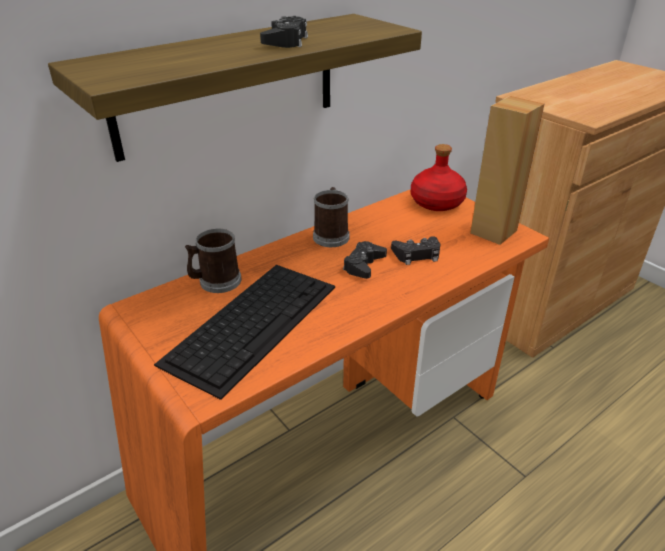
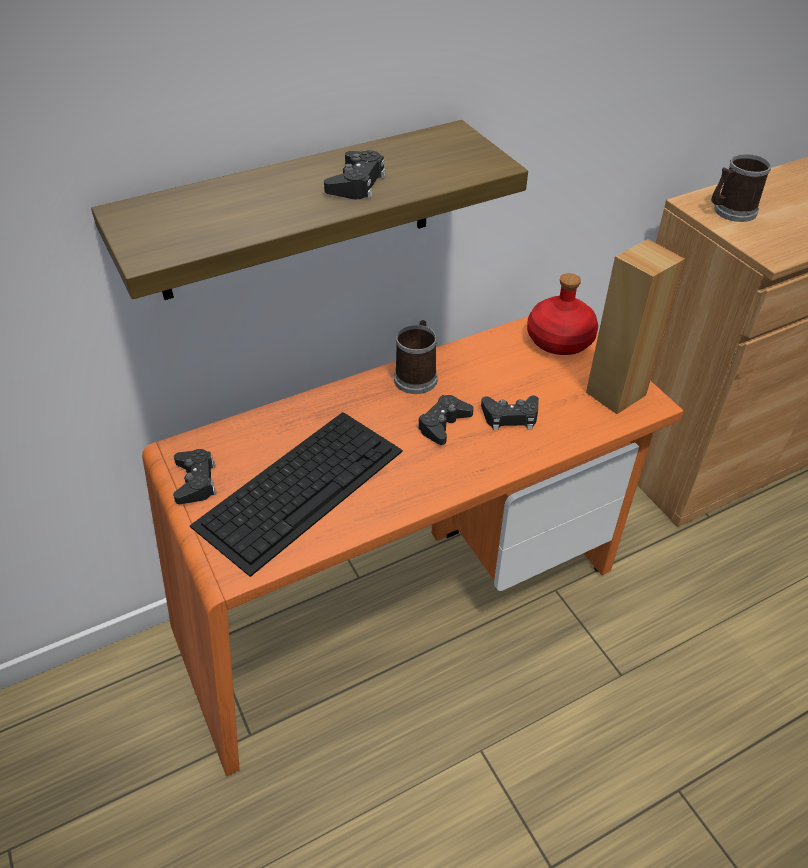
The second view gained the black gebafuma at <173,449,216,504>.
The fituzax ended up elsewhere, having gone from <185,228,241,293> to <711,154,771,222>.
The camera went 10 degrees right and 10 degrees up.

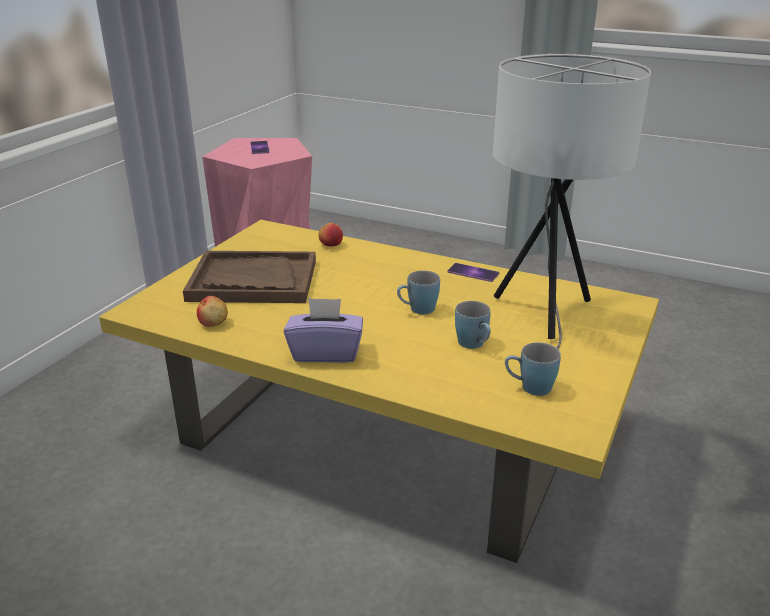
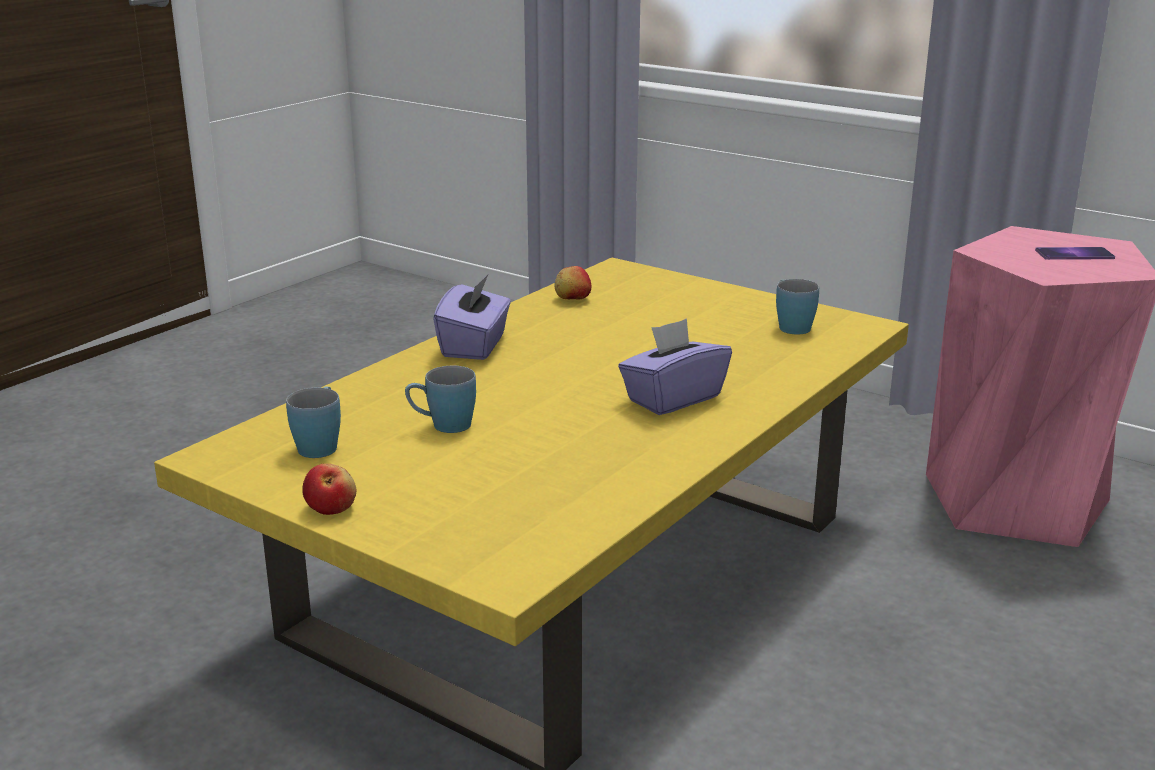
The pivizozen ended up elsewhere, having gone from <318,222,343,247> to <302,463,357,515>.
The second view gained the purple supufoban at <618,318,732,415>.
The blue fituzax ended up elsewhere, having gone from <397,270,440,314> to <776,279,819,335>.
The second view lost the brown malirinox at <183,251,316,303>.
The second view lost the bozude at <447,263,499,282>.
The second view lost the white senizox at <493,54,651,349>.
The camera went 100 degrees right and 5 degrees down.

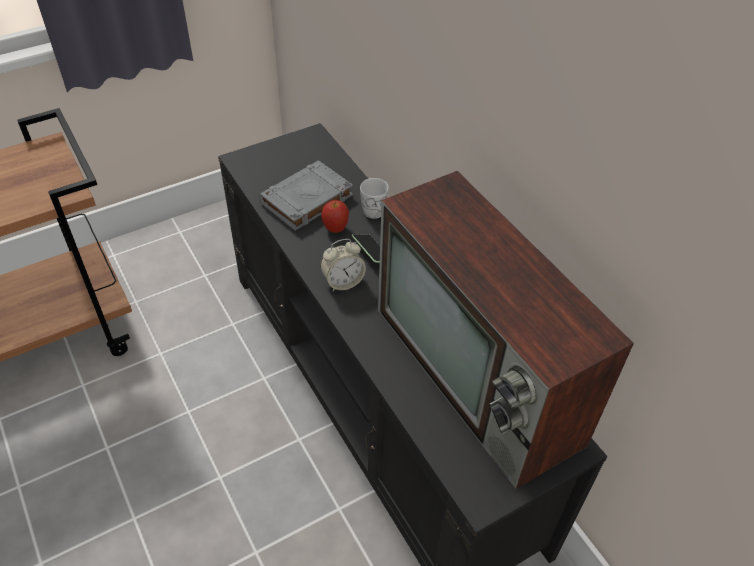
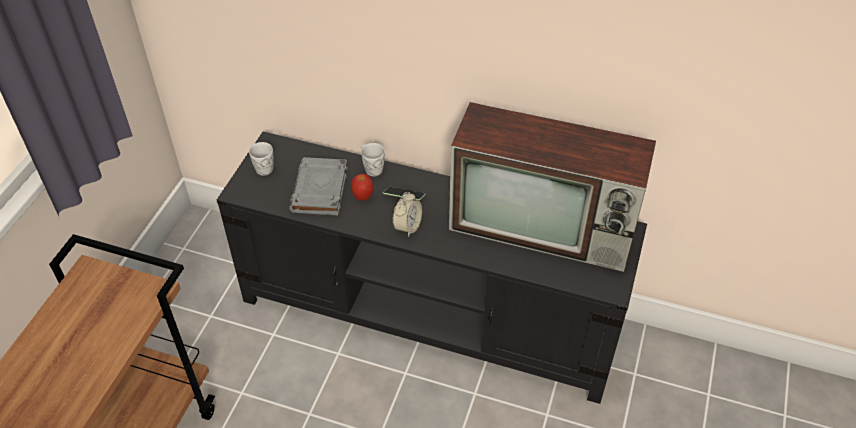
The second view gained the white fituzax at <249,142,274,176>.
The camera went 40 degrees left and 0 degrees up.

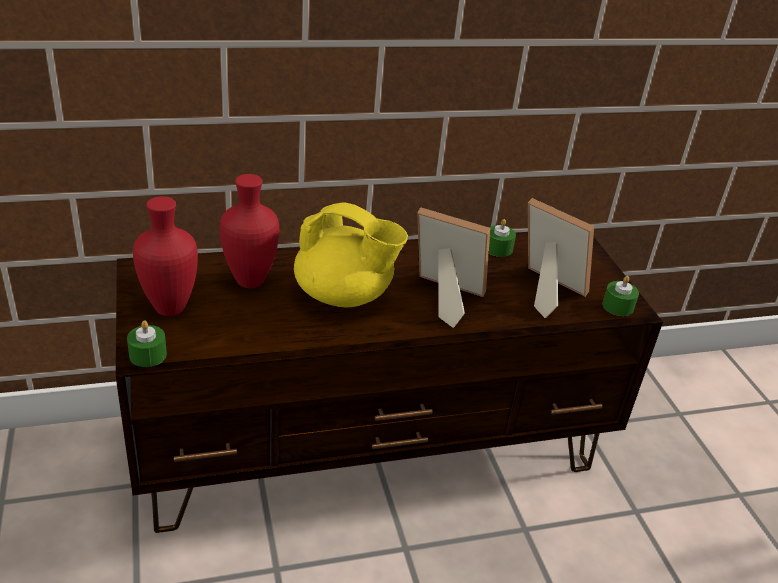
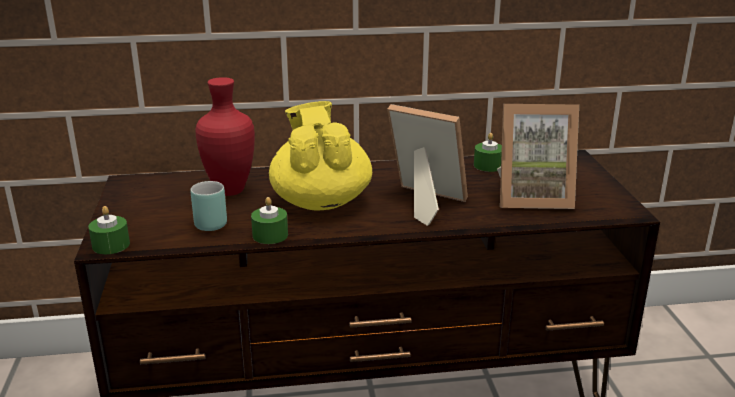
The second view gained the turquoise fituzax at <191,181,227,231>.
The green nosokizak ended up elsewhere, having gone from <602,276,639,316> to <251,197,288,244>.
The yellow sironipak at <294,203,408,307> ended up facing another way, 135 degrees counterclockwise from before.
The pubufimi at <528,198,594,318> ended up facing another way, 135 degrees clockwise from before.
The second view lost the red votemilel at <133,196,198,316>.
The camera went 10 degrees right and 10 degrees down.

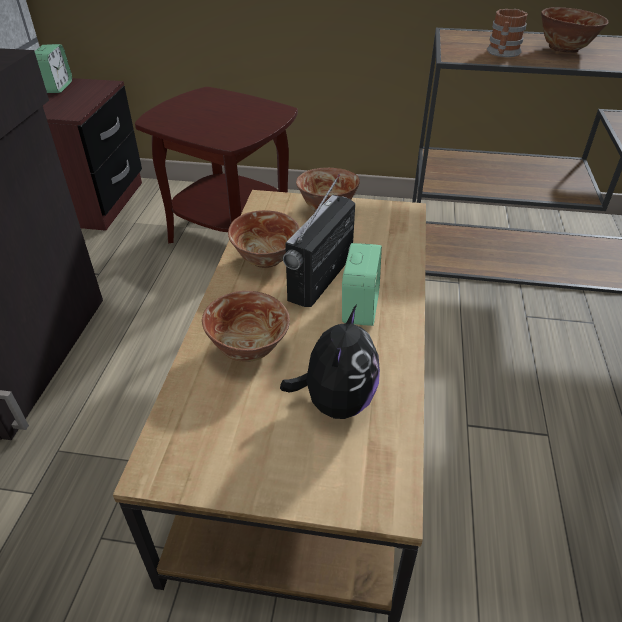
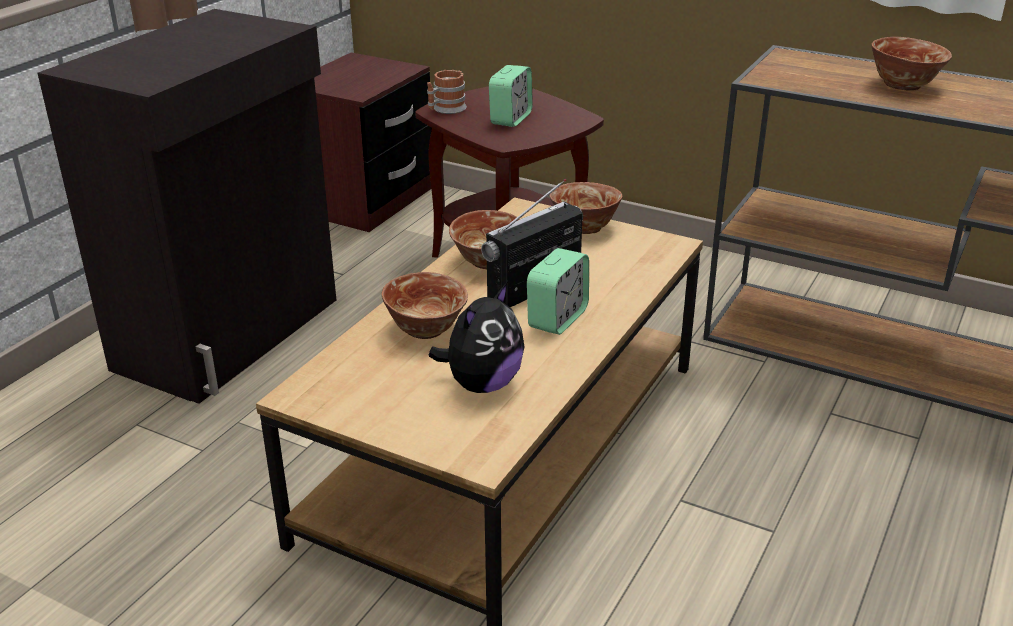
The fituzax ended up elsewhere, having gone from <487,9,528,57> to <427,70,467,114>.
The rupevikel ended up elsewhere, having gone from <34,44,72,93> to <489,65,533,127>.
The camera went 20 degrees right and 10 degrees down.

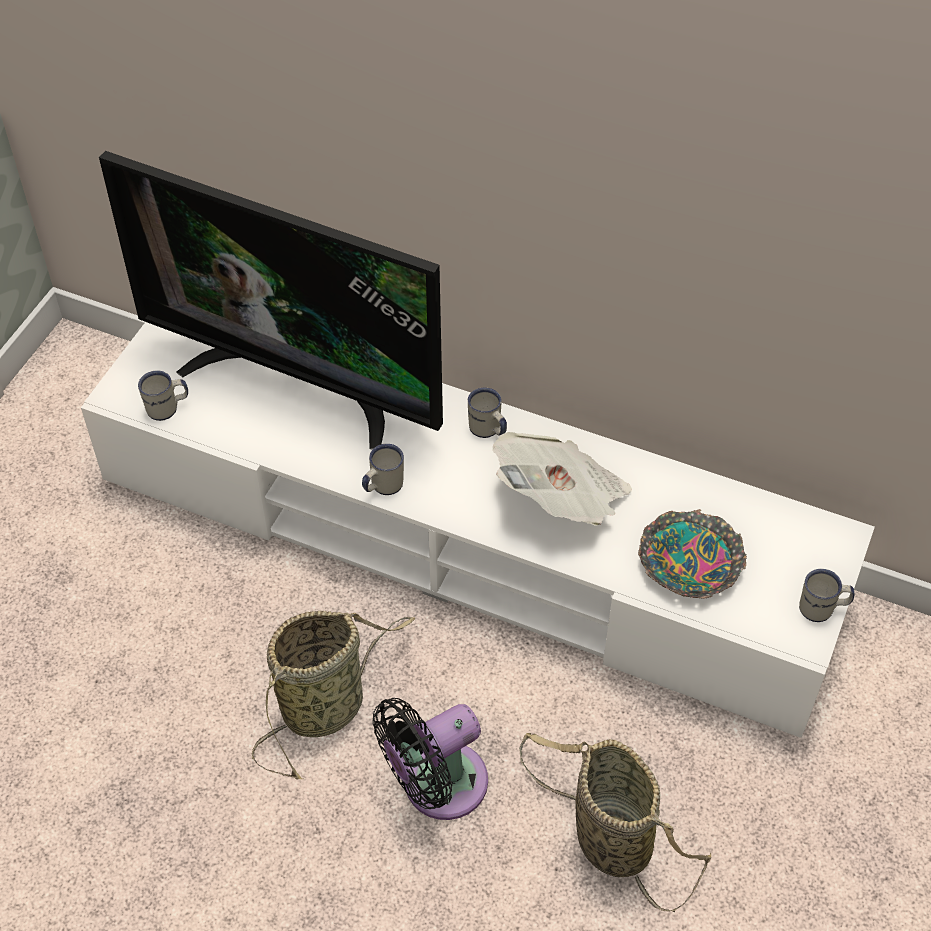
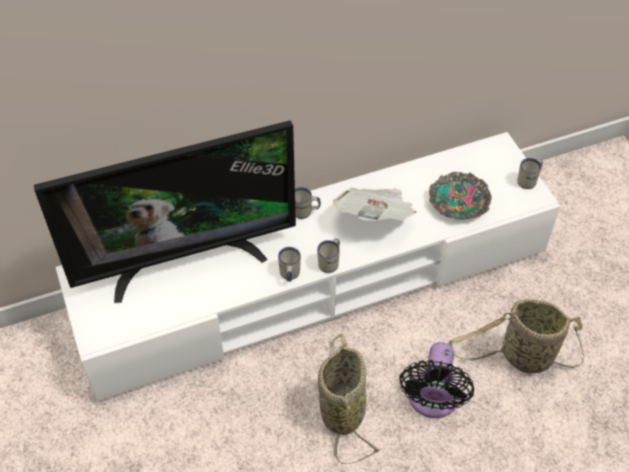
The white fituzax ended up elsewhere, having gone from <138,371,188,421> to <317,238,340,273>.
The camera went 45 degrees left and 0 degrees up.

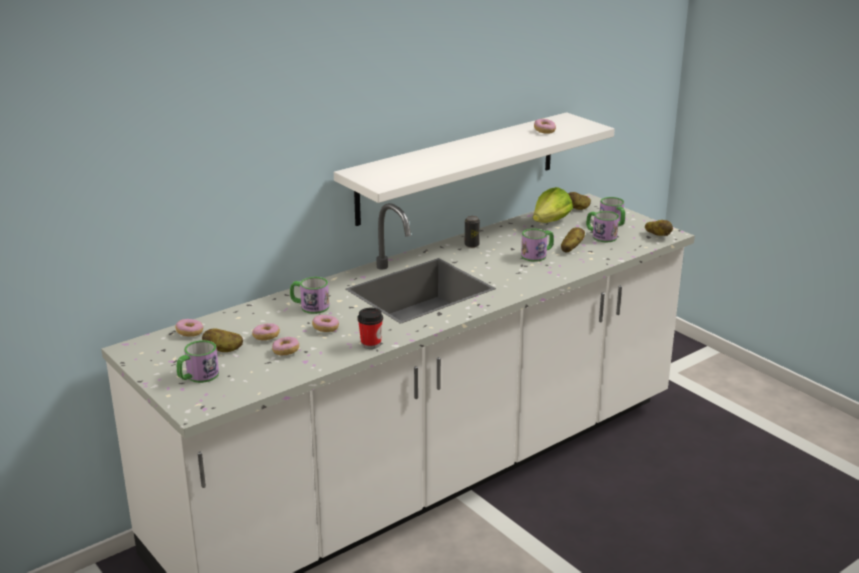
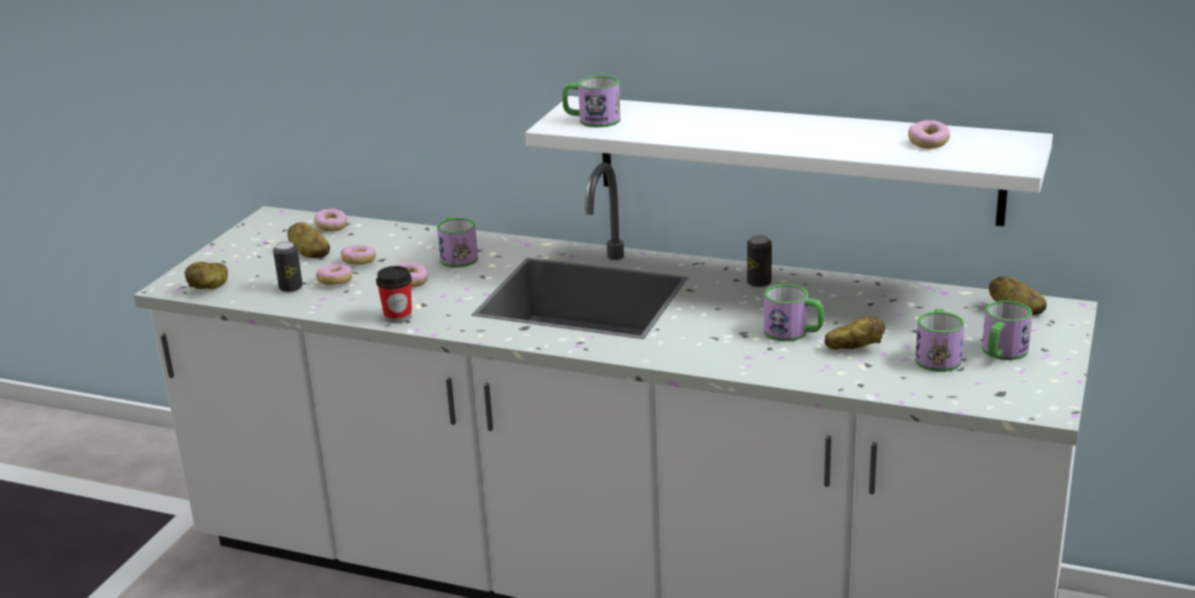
The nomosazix ended up elsewhere, having gone from <645,220,673,236> to <185,262,228,289>.
The second view gained the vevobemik at <273,242,303,292>.
The fituzax ended up elsewhere, having gone from <177,340,219,383> to <562,76,620,128>.
The second view lost the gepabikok at <533,187,573,223>.
The camera went 60 degrees right and 0 degrees up.

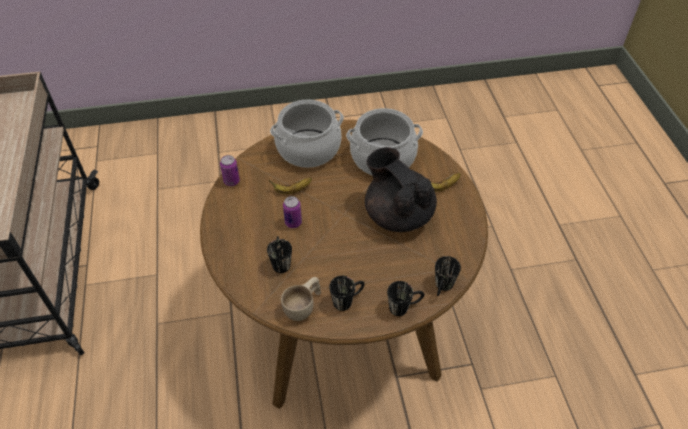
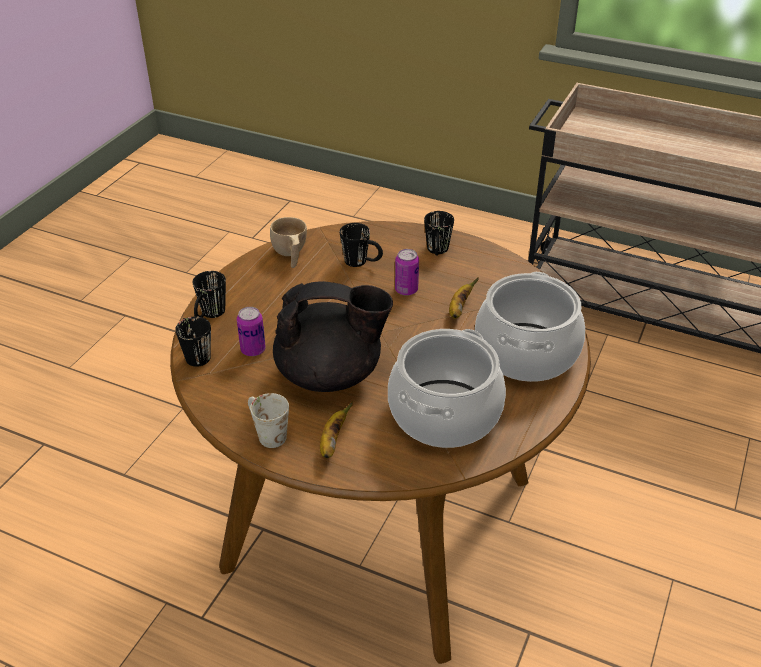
The vevobemik ended up elsewhere, having gone from <220,155,240,186> to <237,307,266,356>.
The second view gained the white fituzax at <248,393,289,448>.
The black fituzax ended up elsewhere, having gone from <329,276,365,311> to <424,211,454,256>.
The camera went 125 degrees right and 10 degrees down.

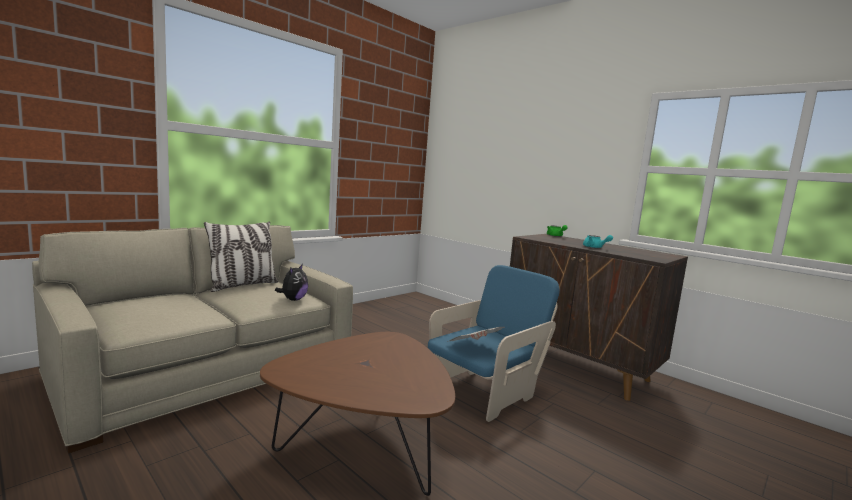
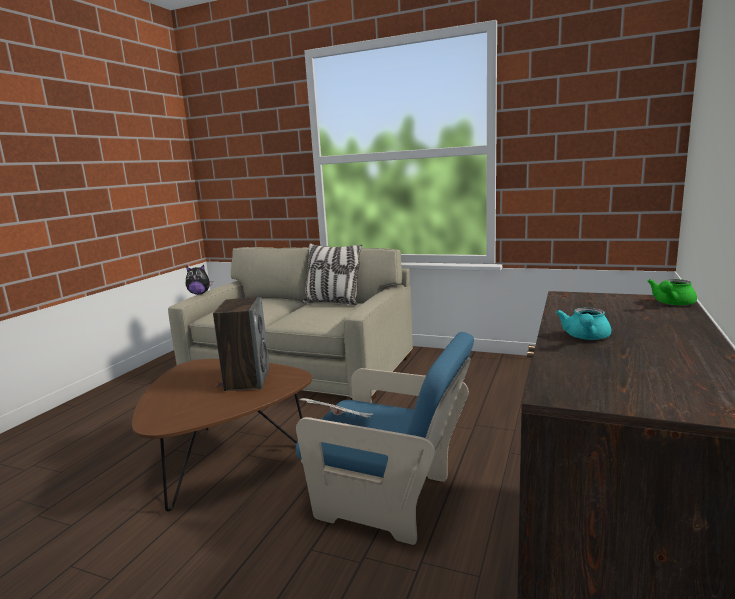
The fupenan ended up elsewhere, having gone from <275,264,308,301> to <186,265,213,295>.
The second view gained the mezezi at <213,297,270,391>.
The camera went 70 degrees right and 5 degrees up.

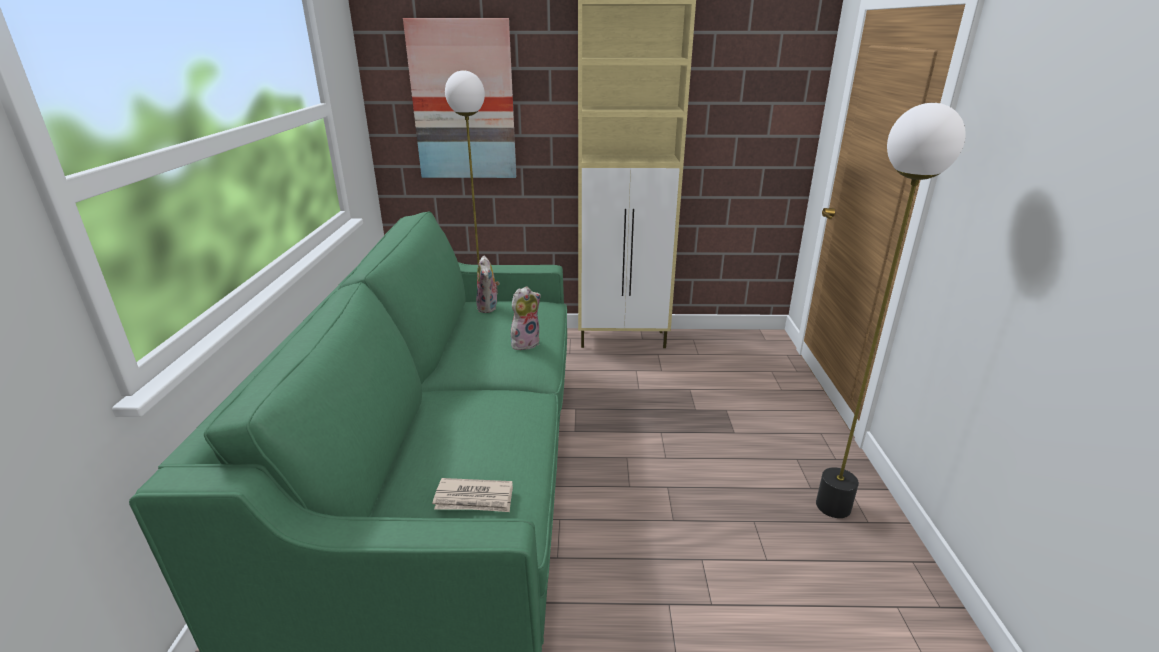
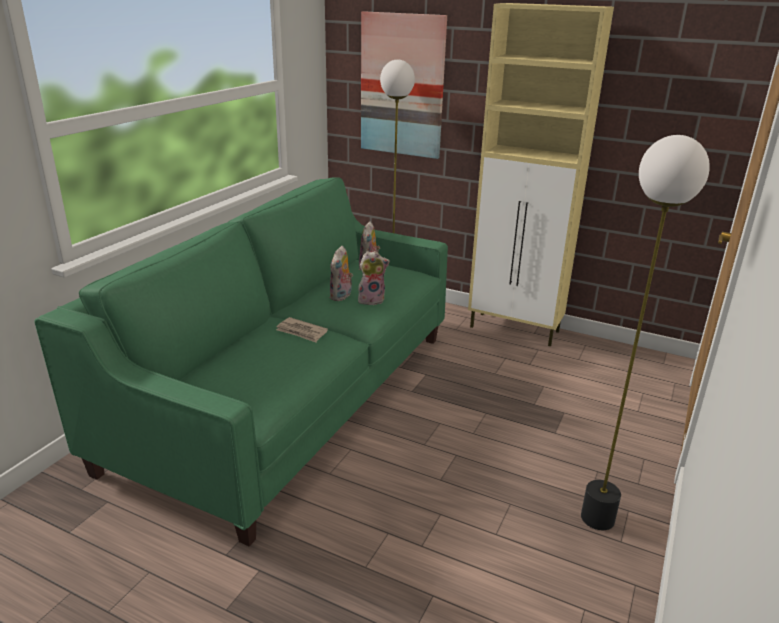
The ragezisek ended up elsewhere, having gone from <432,478,513,512> to <276,317,328,343>.
The second view gained the fupenan at <330,246,353,301>.
The camera went 25 degrees right and 0 degrees up.

